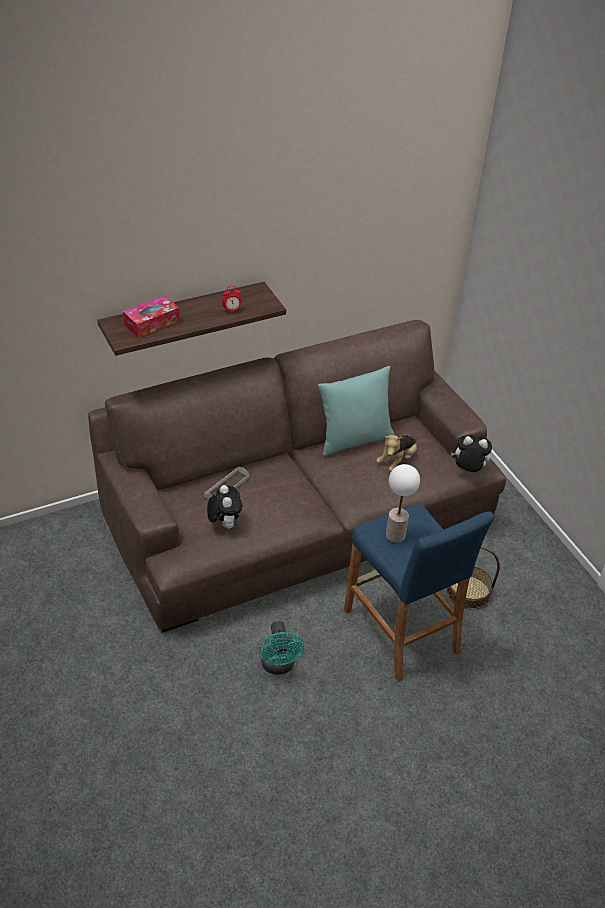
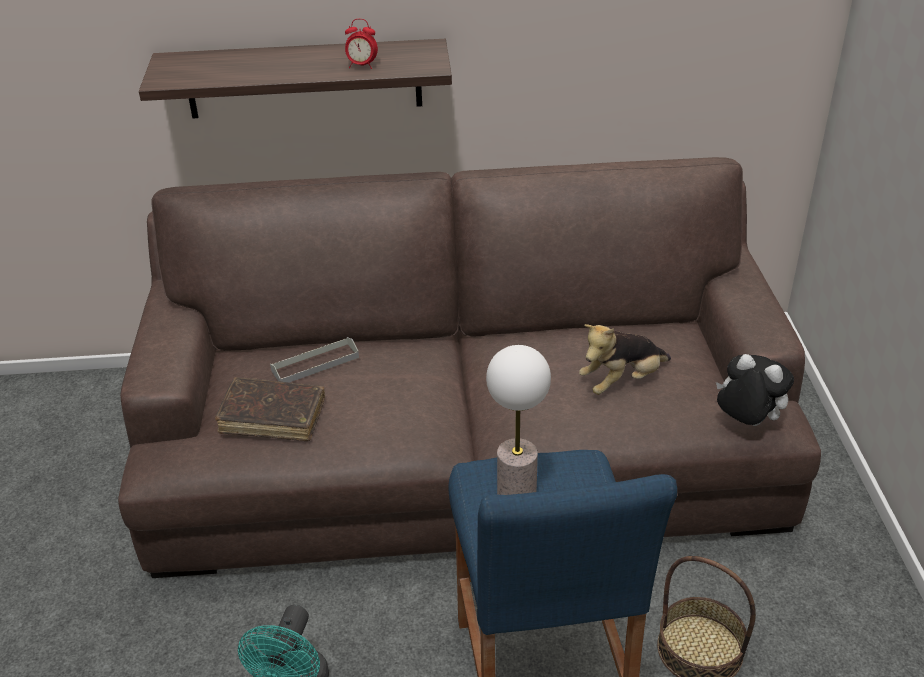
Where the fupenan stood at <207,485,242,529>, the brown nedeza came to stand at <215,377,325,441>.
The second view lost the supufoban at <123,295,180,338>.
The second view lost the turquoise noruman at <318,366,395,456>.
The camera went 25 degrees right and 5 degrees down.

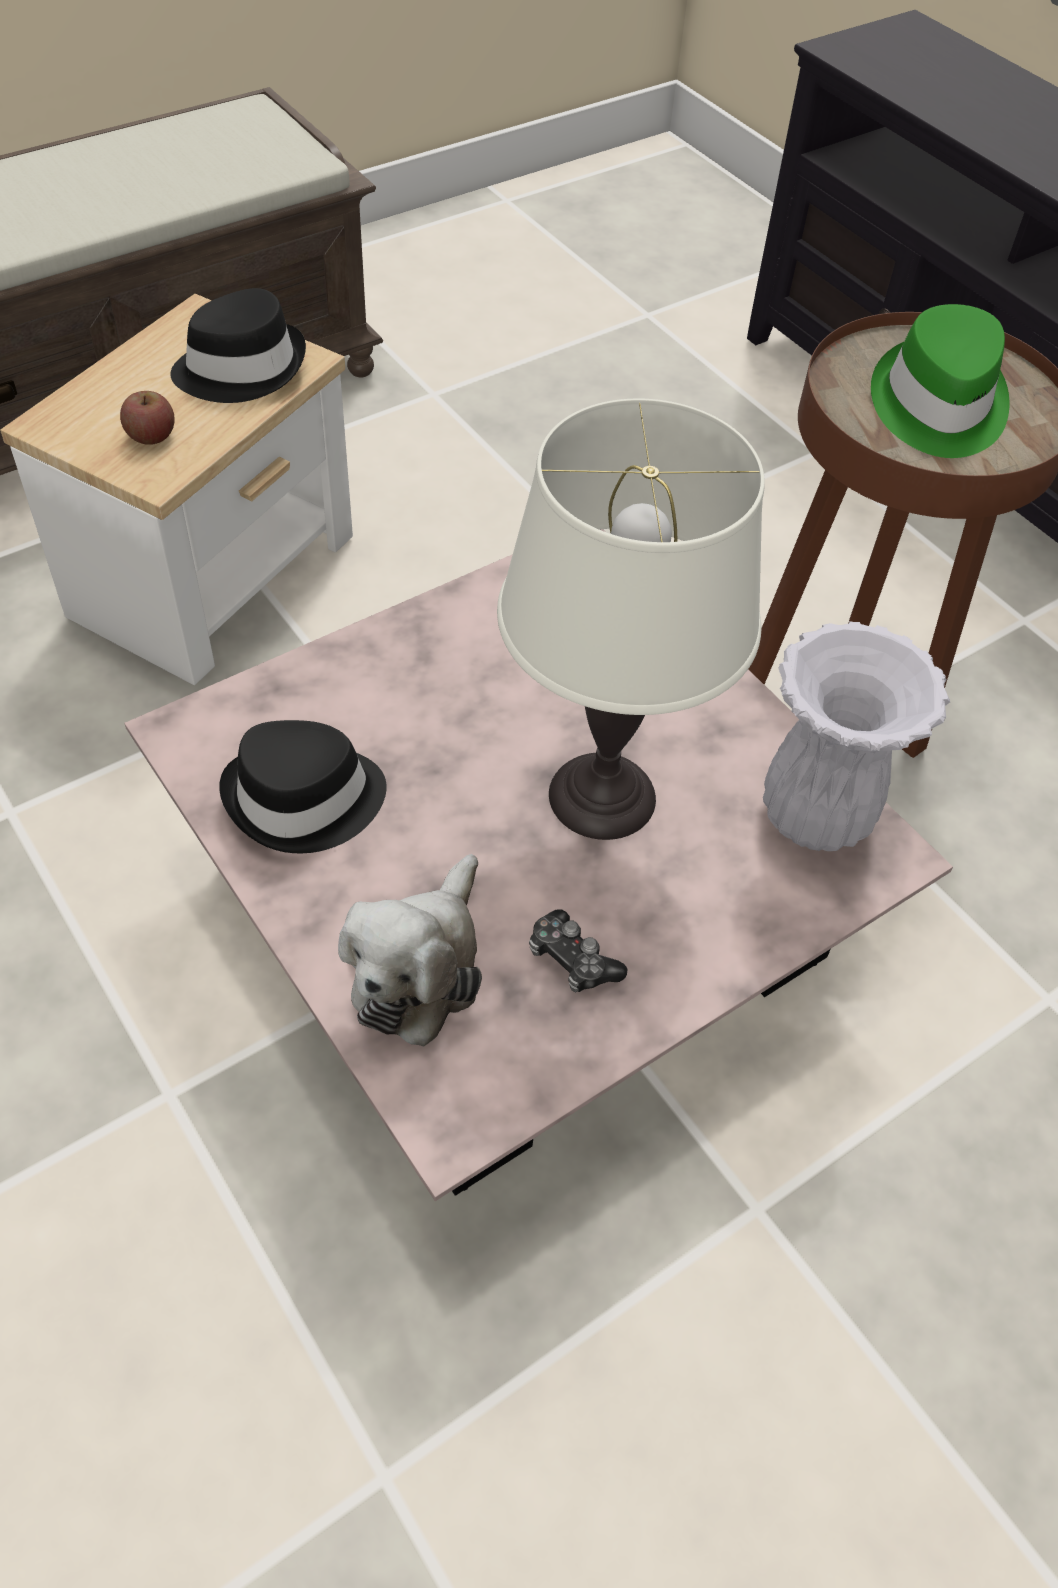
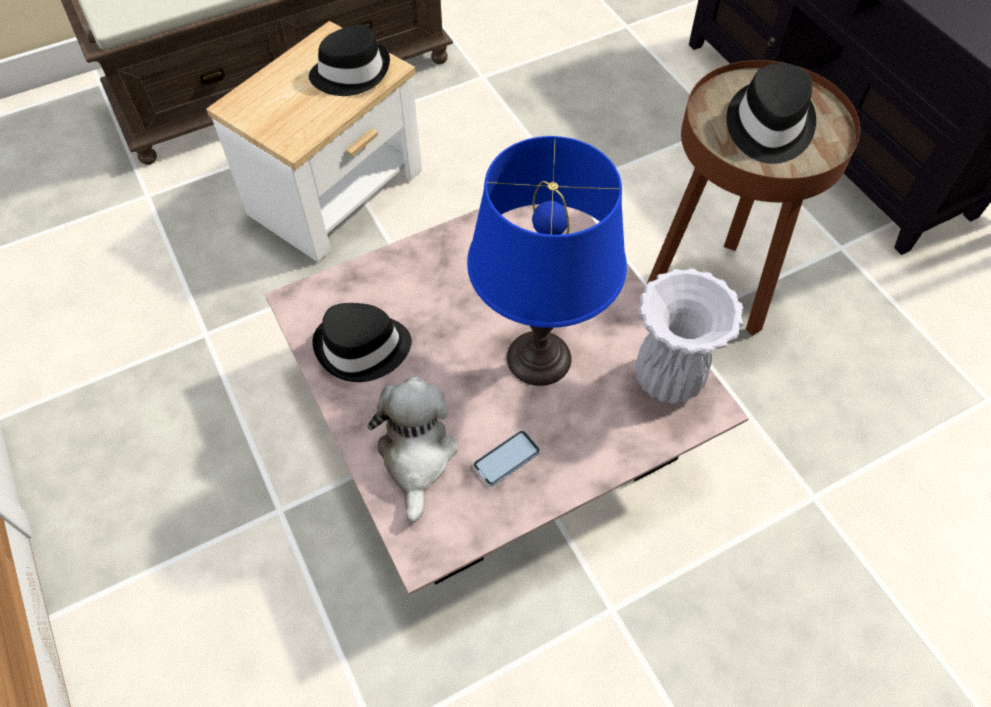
The fupenan at <338,854,482,1047> ended up facing another way, 150 degrees clockwise from before.
What was the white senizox at <497,399,765,840> turned into the blue senizox at <467,136,627,386>.
Where the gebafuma stood at <529,910,627,992>, the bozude came to stand at <473,430,540,487>.
What was the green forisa at <871,304,1009,458> turned into the black forisa at <726,63,816,164>.
The second view lost the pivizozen at <120,391,175,445>.
The camera went 10 degrees right and 5 degrees up.

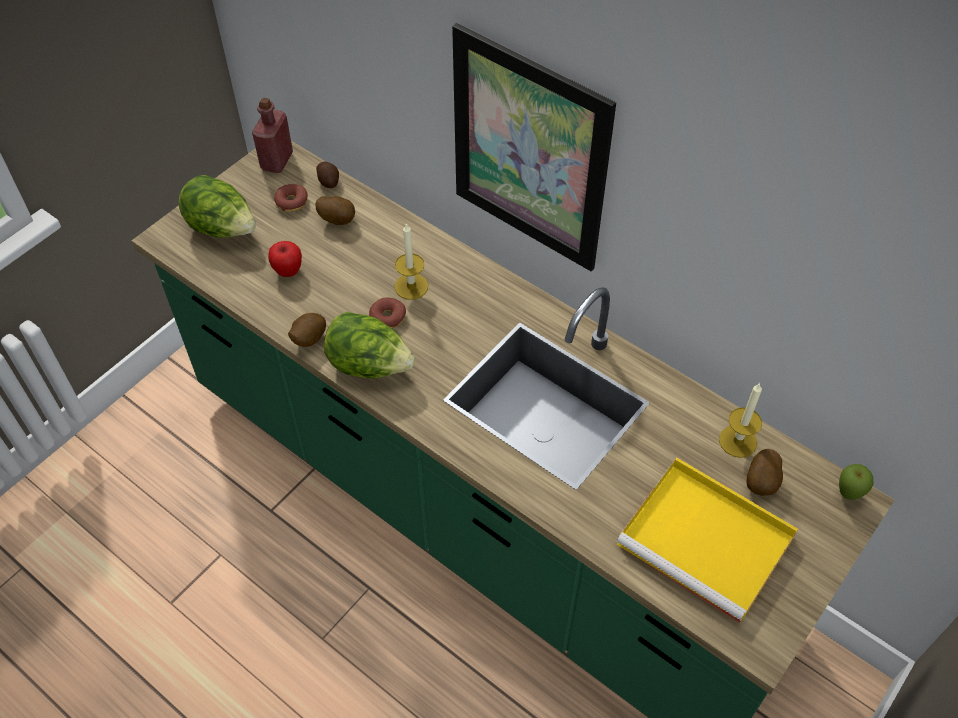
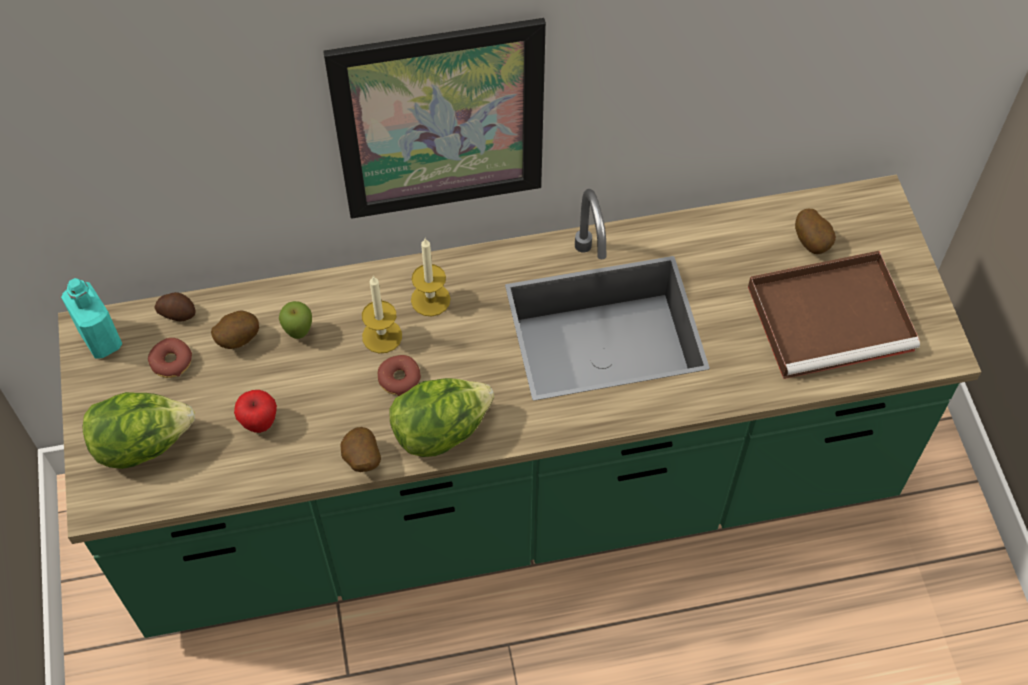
What was the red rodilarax at <252,98,293,173> turned into the turquoise rodilarax at <61,278,122,358>.
The pivizozen ended up elsewhere, having gone from <839,464,874,500> to <279,301,312,339>.
The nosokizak ended up elsewhere, having gone from <719,383,762,458> to <411,238,450,316>.
What was the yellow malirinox at <617,457,798,623> turned into the brown malirinox at <748,251,920,379>.
The camera went 50 degrees left and 5 degrees up.

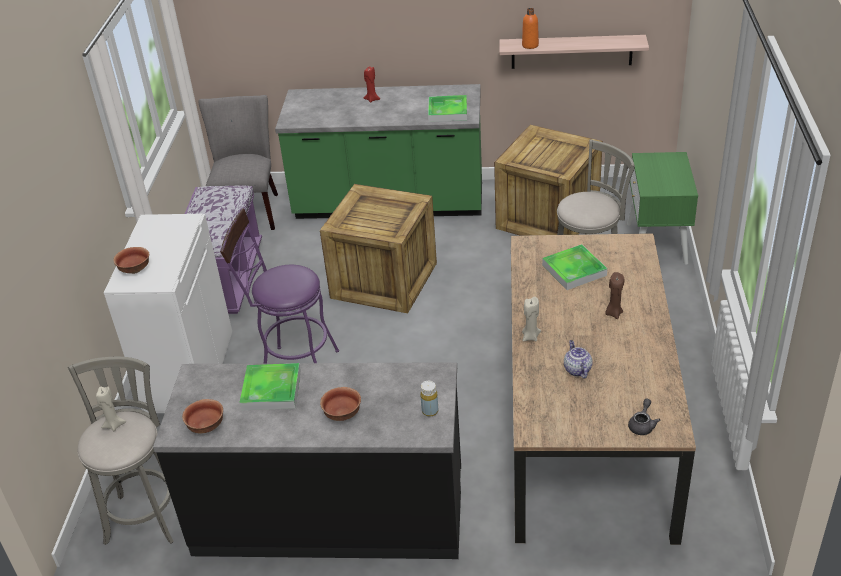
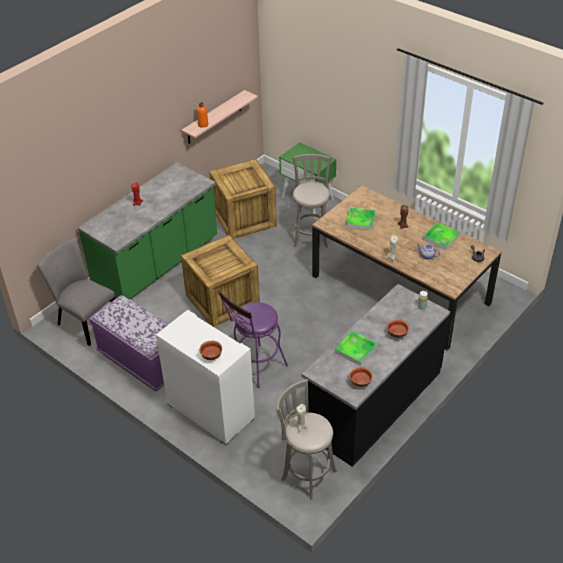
The malirinox ended up elsewhere, having gone from <428,95,467,122> to <423,222,460,250>.
The camera went 55 degrees left and 5 degrees up.

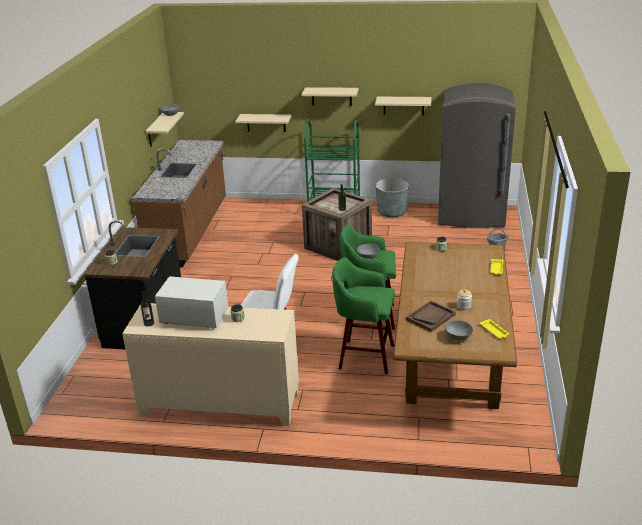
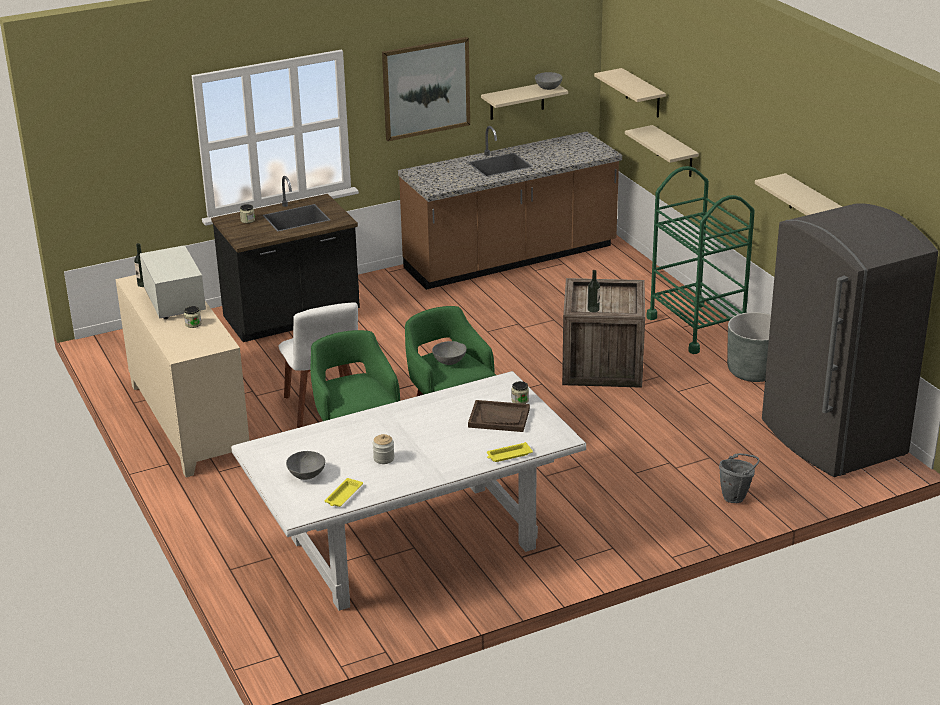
What was the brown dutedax at <393,242,517,409> turned into the white dutedax at <231,371,586,611>.
The second view gained the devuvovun at <382,37,470,141>.
The brown malirinox ended up elsewhere, having gone from <406,301,456,332> to <468,400,530,432>.
The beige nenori ended up elsewhere, having gone from <301,87,359,106> to <594,68,666,117>.
The camera went 55 degrees right and 0 degrees up.

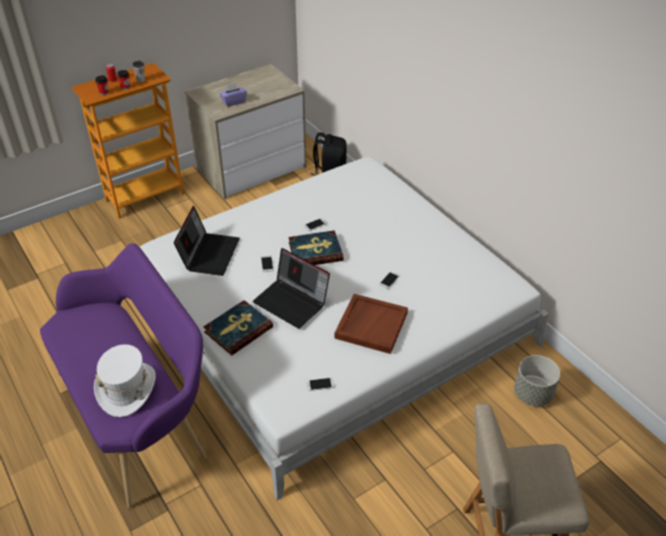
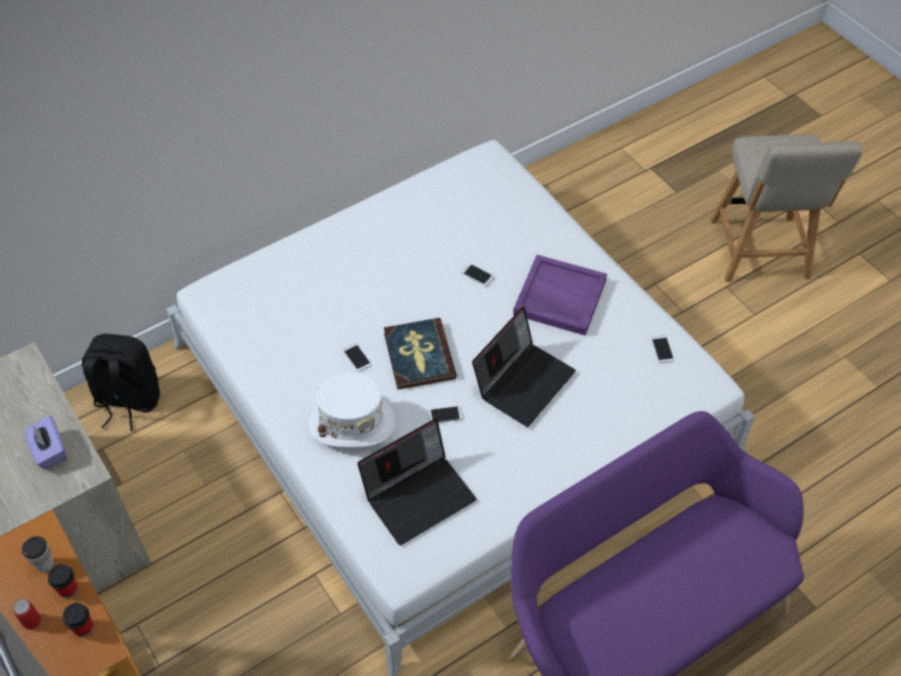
The white forisa ended up elsewhere, having gone from <94,344,156,417> to <309,373,396,447>.
The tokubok at <174,206,240,276> ended up facing another way, 135 degrees clockwise from before.
What was the brown malirinox at <335,294,408,354> turned into the purple malirinox at <513,255,607,336>.
The second view lost the nedeza at <204,300,273,355>.
The second view lost the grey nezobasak at <514,355,560,406>.
The camera went 90 degrees left and 10 degrees up.

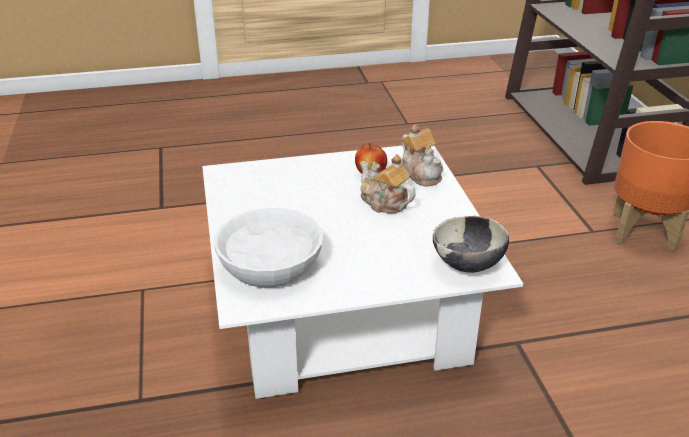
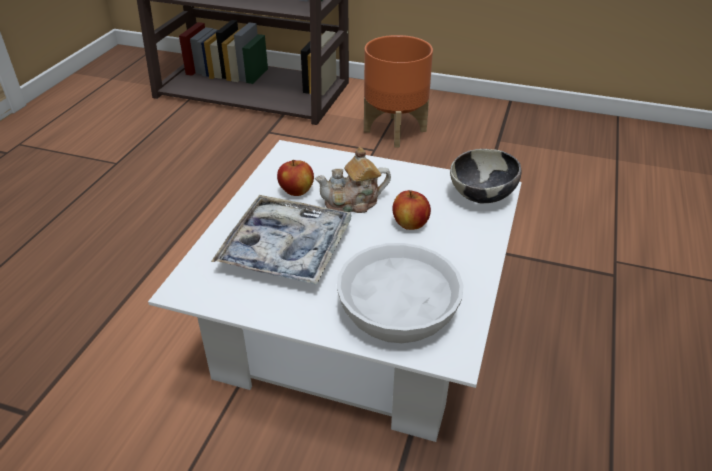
The second view gained the malirinox at <211,195,352,285>.
The second view gained the pivizozen at <392,190,431,230>.
The second view lost the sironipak at <402,124,443,187>.
The camera went 60 degrees left and 5 degrees up.

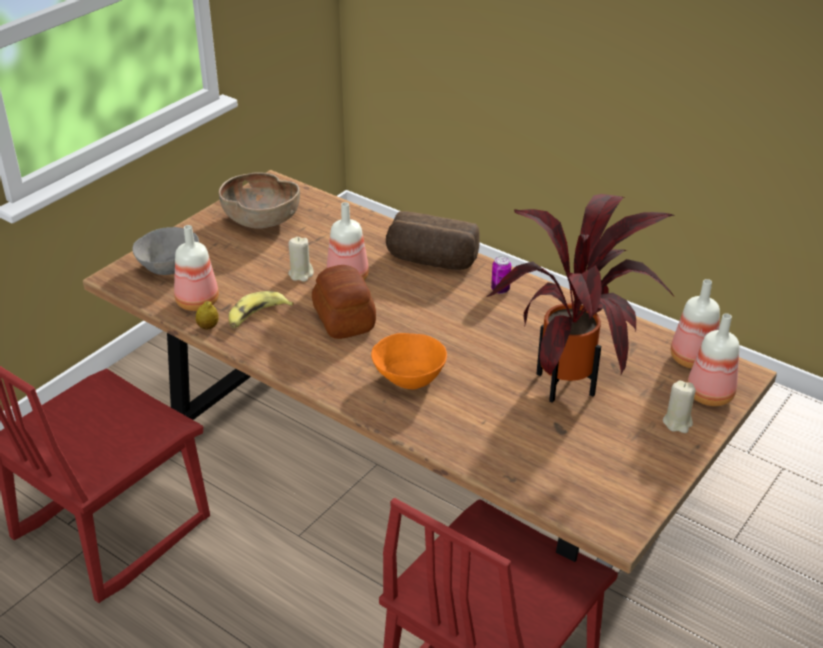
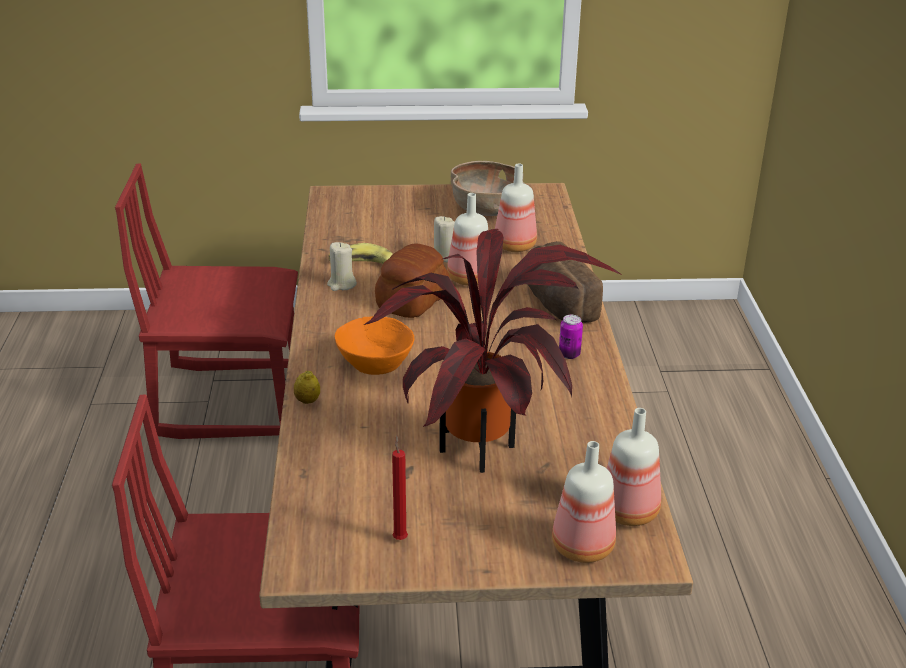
The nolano ended up elsewhere, having gone from <196,301,219,330> to <294,371,320,404>.
The beige nosokizak ended up elsewhere, having gone from <663,381,696,433> to <327,242,357,291>.
The second view gained the red nosokizak at <392,435,408,540>.
The rodilarax ended up elsewhere, having gone from <174,225,219,311> to <495,164,537,252>.
The second view lost the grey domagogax at <132,227,199,275>.
The camera went 50 degrees right and 5 degrees down.

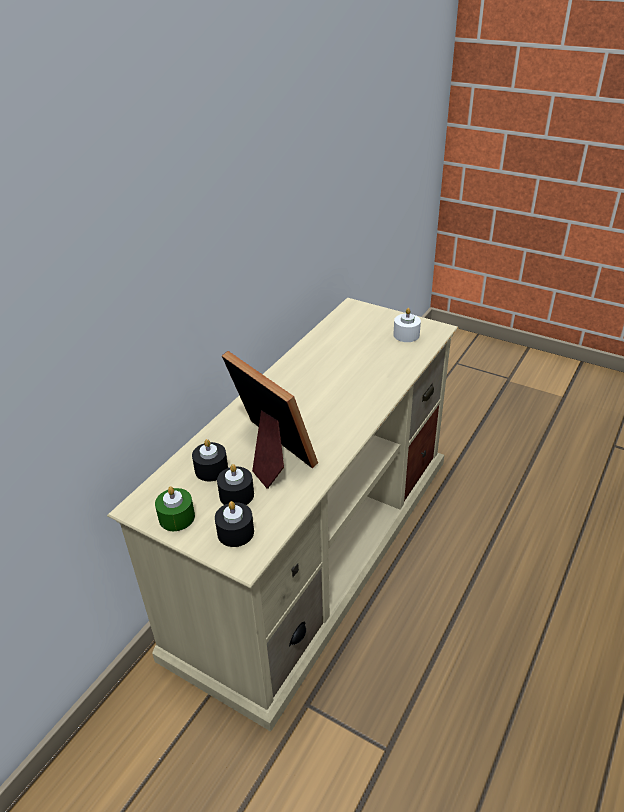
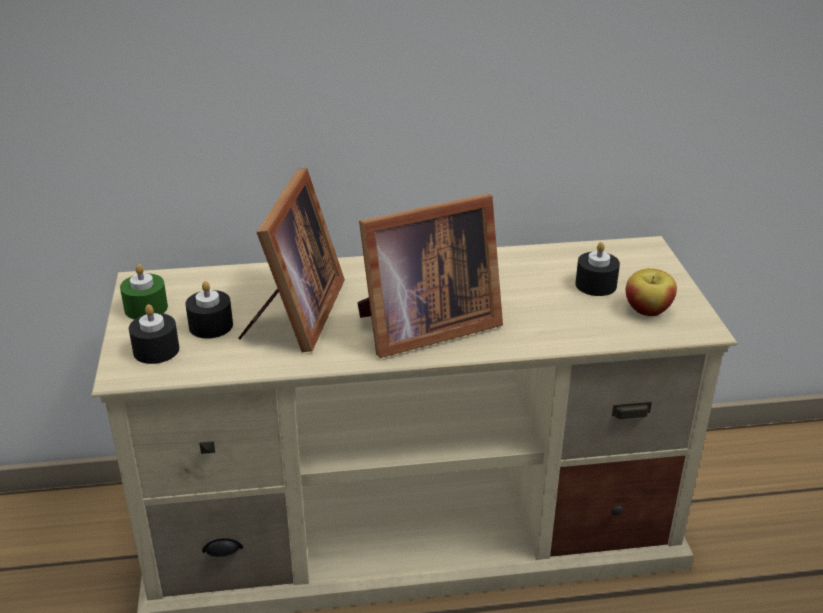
The second view gained the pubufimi at <357,194,503,358>.
The black nosokizak ended up elsewhere, having gone from <192,439,228,481> to <576,242,620,296>.
Where the white nosokizak stood at <393,308,421,342>, the pivizozen came to stand at <626,268,677,316>.
The camera went 50 degrees right and 5 degrees down.

